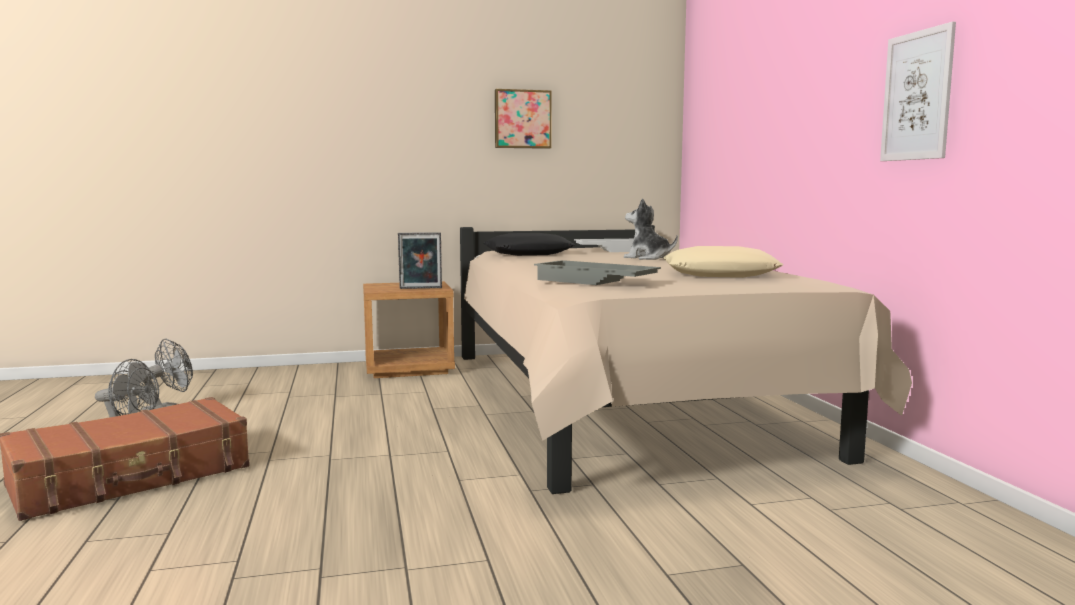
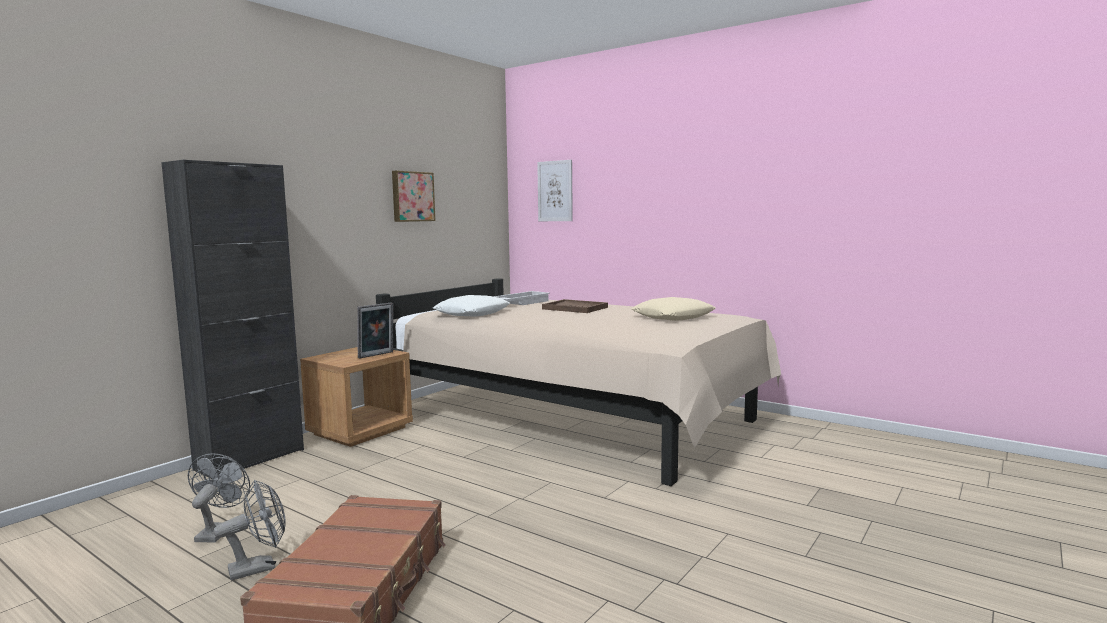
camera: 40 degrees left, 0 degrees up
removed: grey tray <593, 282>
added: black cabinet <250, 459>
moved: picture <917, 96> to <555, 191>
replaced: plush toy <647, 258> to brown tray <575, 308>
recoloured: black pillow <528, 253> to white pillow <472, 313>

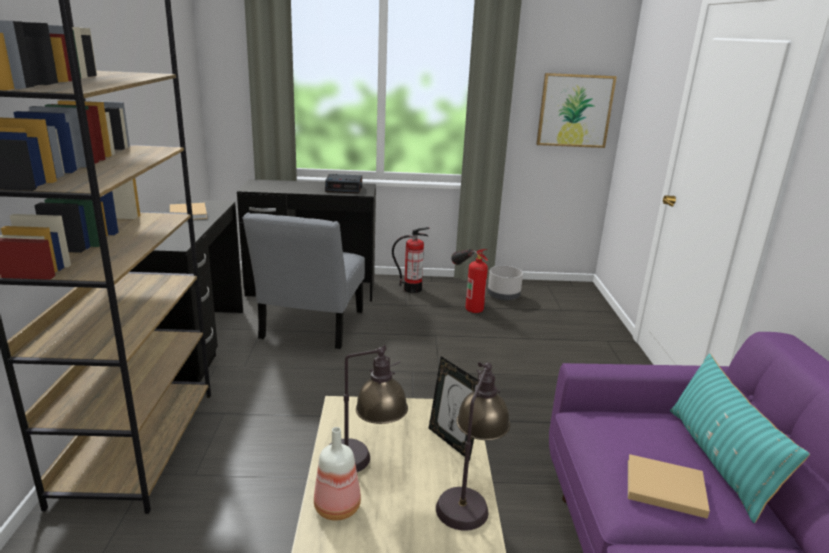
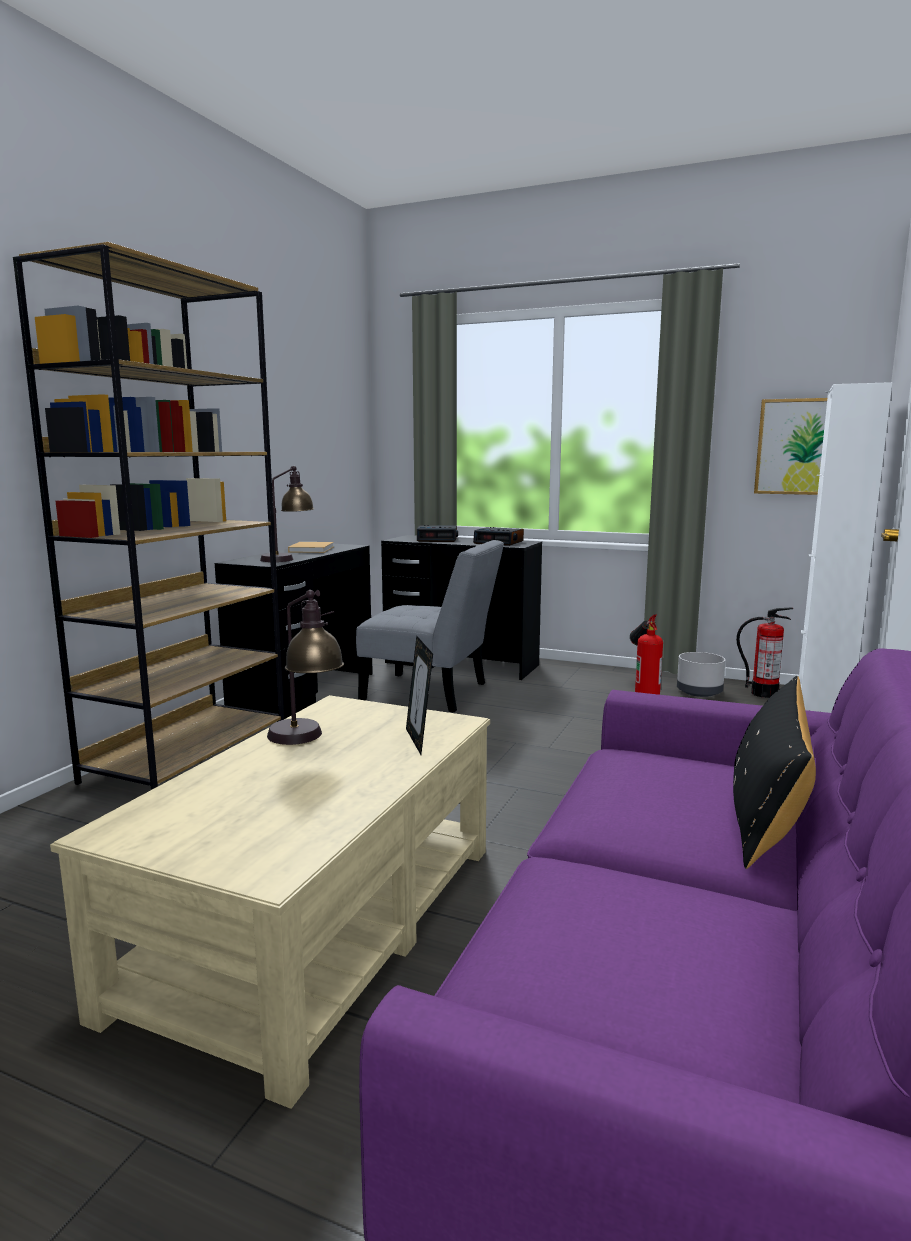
camera: 25 degrees right, 10 degrees down
removed: bottle <337, 506>; beige book <662, 487>
added: alarm clock <437, 539>; white cabinet <821, 711>
moved: fire extinguisher <412, 289> to <764, 693>; table lamp <469, 496> to <288, 558>
recoloured: turquoise pillow <718, 460> to black pillow <767, 811>
turned: grey chair <310, 327> = <431, 693> 105 degrees counterclockwise

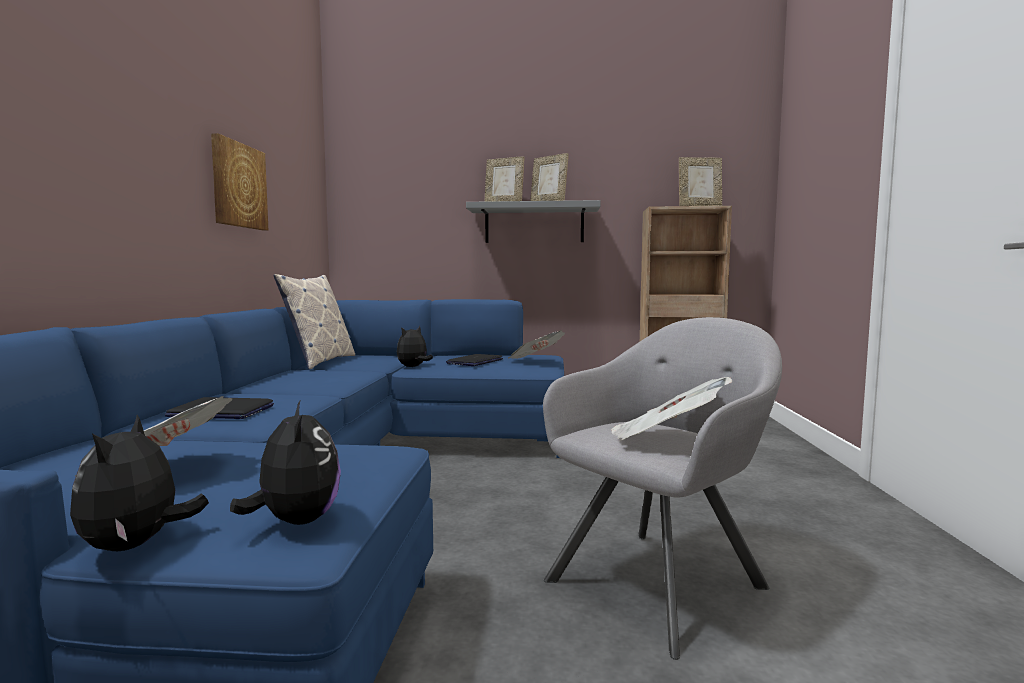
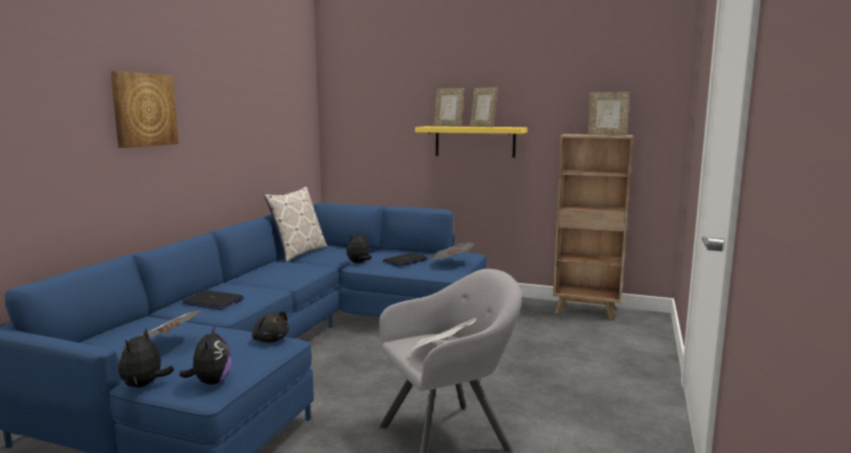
camera: 15 degrees right, 5 degrees up
added: black plush toy <270, 340>
moved: picture <238, 185> to <144, 110>
recoloured: grey shelf <534, 224> to yellow shelf <474, 141>

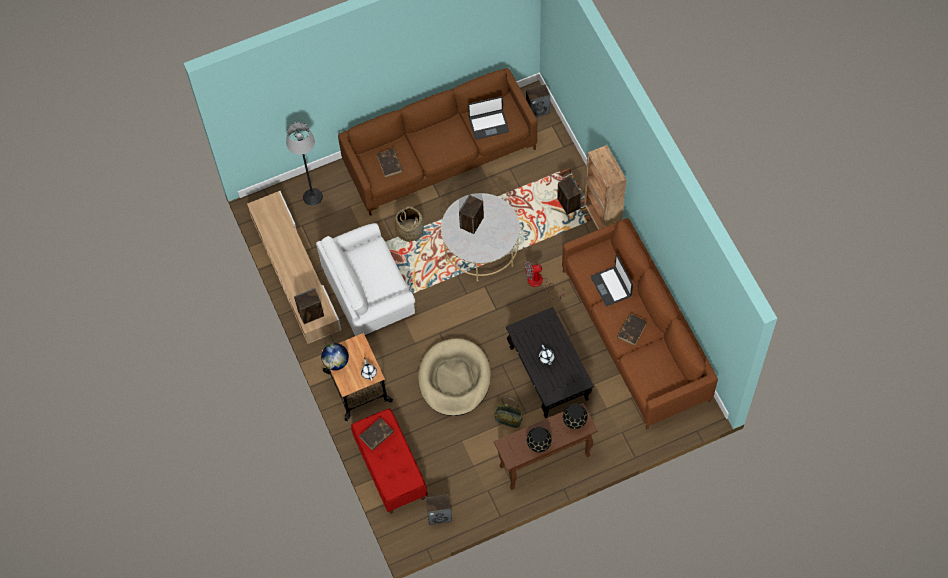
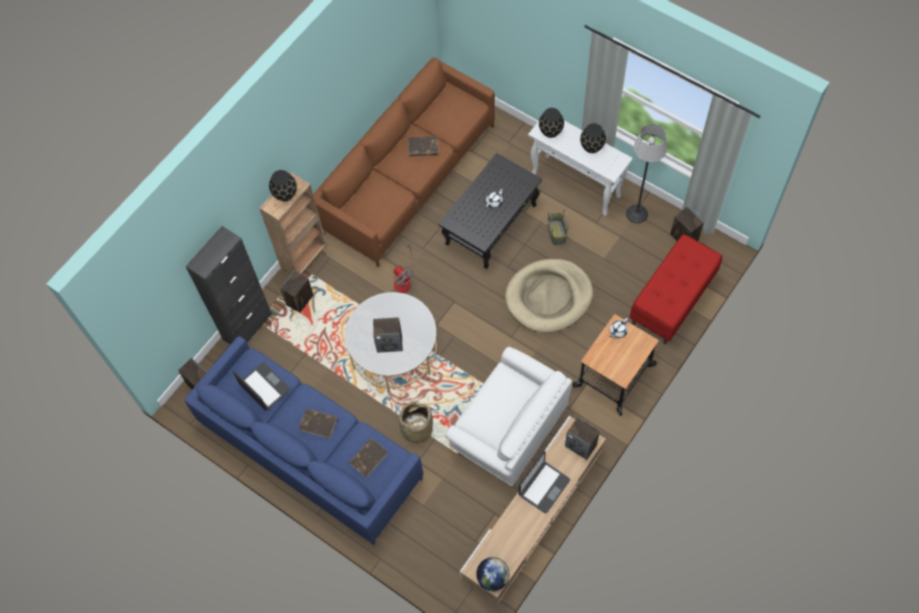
camera: 120 degrees left, 0 degrees up
added: black cabinet <247, 327>; black vase <285, 194>
moved: floor lamp <313, 197> to <636, 213>; globe <336, 362> to <493, 577>; brown book <376, 435> to <319, 424>; laptop <611, 286> to <543, 487>
recoloured: brown sofa <440, 156> to blue sofa <310, 450>; brown console table <544, 461> to white console table <576, 185>

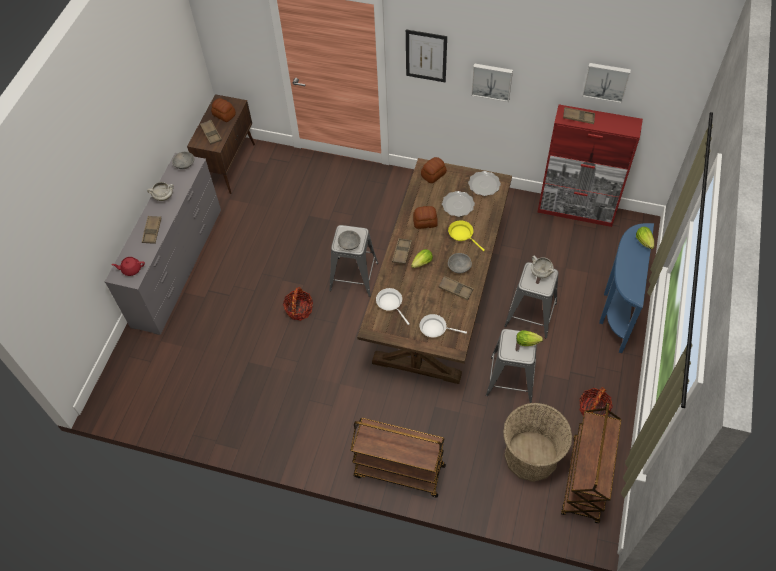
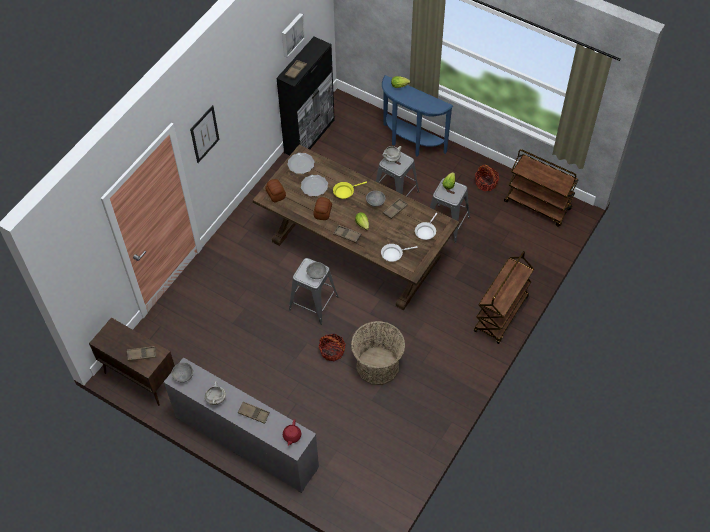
camera: 75 degrees left, 0 degrees up
removed: bread <224, 115>; picture <492, 81>
moved: basket <531, 456> to <377, 366>
recoloured: red cabinet <576, 211> to black cabinet <309, 136>

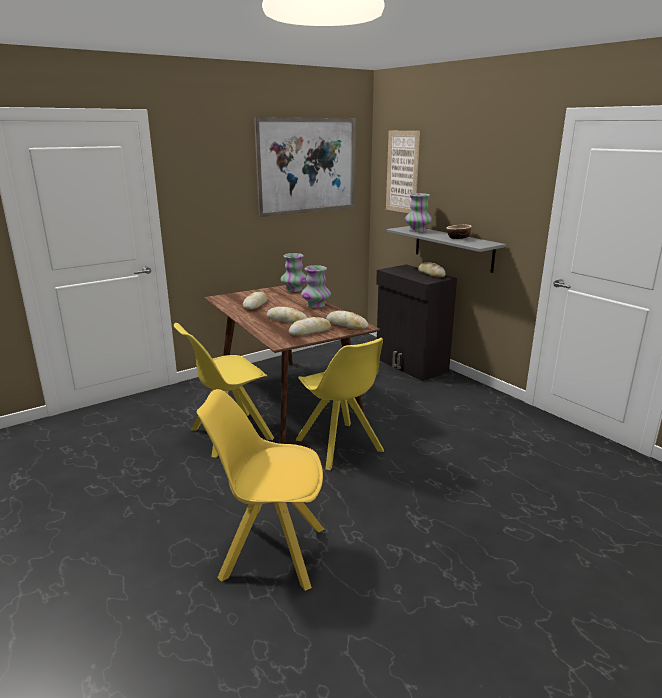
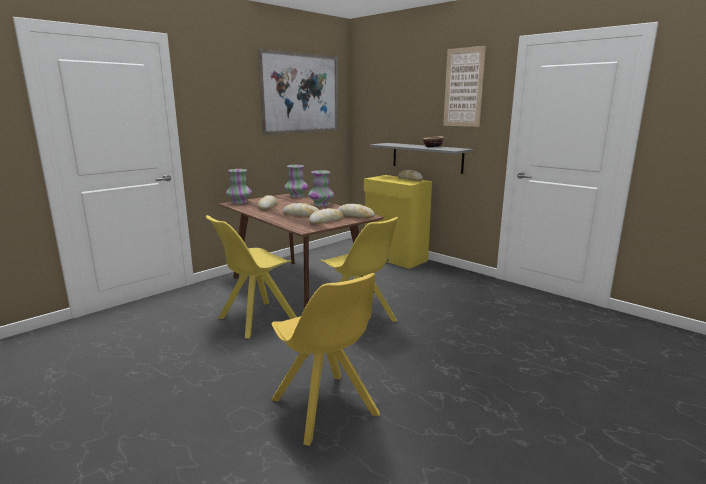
camera: 10 degrees left, 5 degrees down
moved: picture <402, 172> to <463, 87>; vase <417, 230> to <239, 202>
recoloured: black cabinet <411, 365> to yellow cabinet <395, 258>
turned: yellow chair <270, 552> = <325, 409> 120 degrees counterclockwise

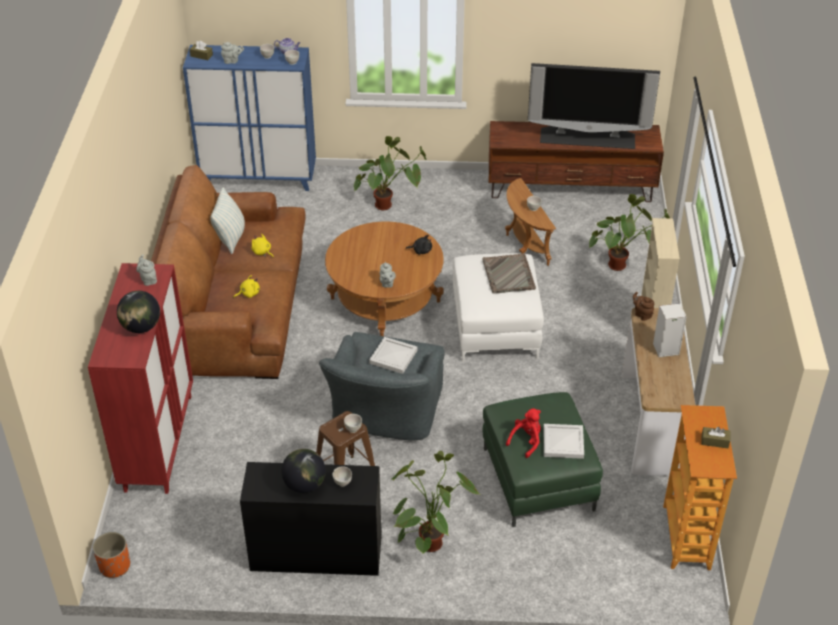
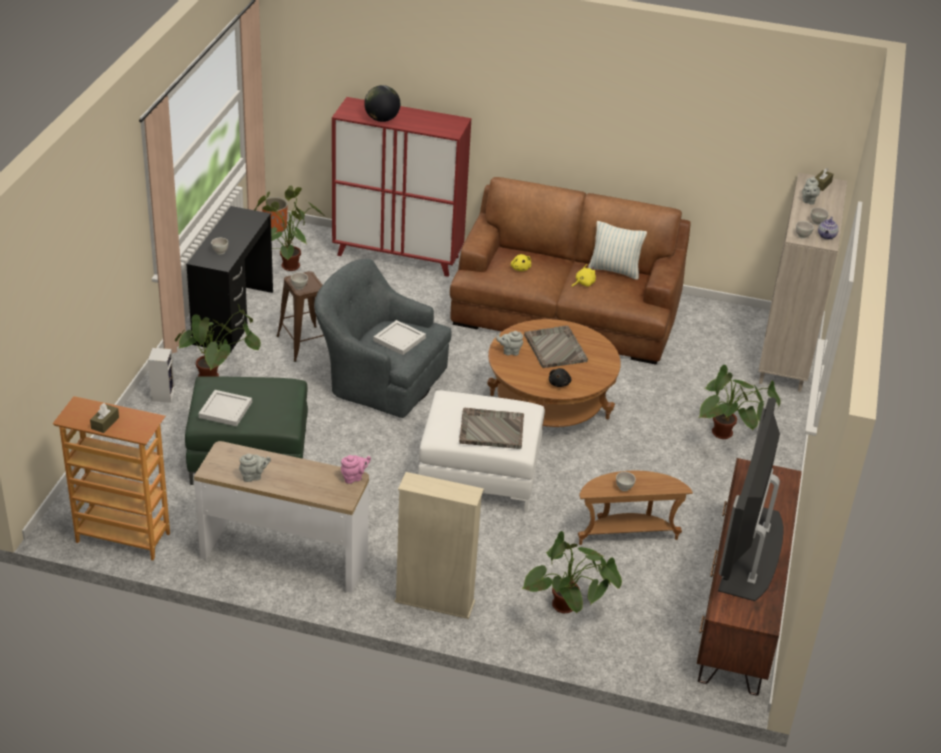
camera: 100 degrees right, 5 degrees down
removed: globe <304, 485>; red plush toy <526, 441>
added: potted plant <287, 261>; grey tray <555, 348>
moved: grey teapot <148, 279> to <254, 476>; speaker <665, 350> to <163, 394>
recoloured: blue cabinet <259, 179> to beige cabinet <786, 352>; brown teapot <642, 314> to pink teapot <354, 477>

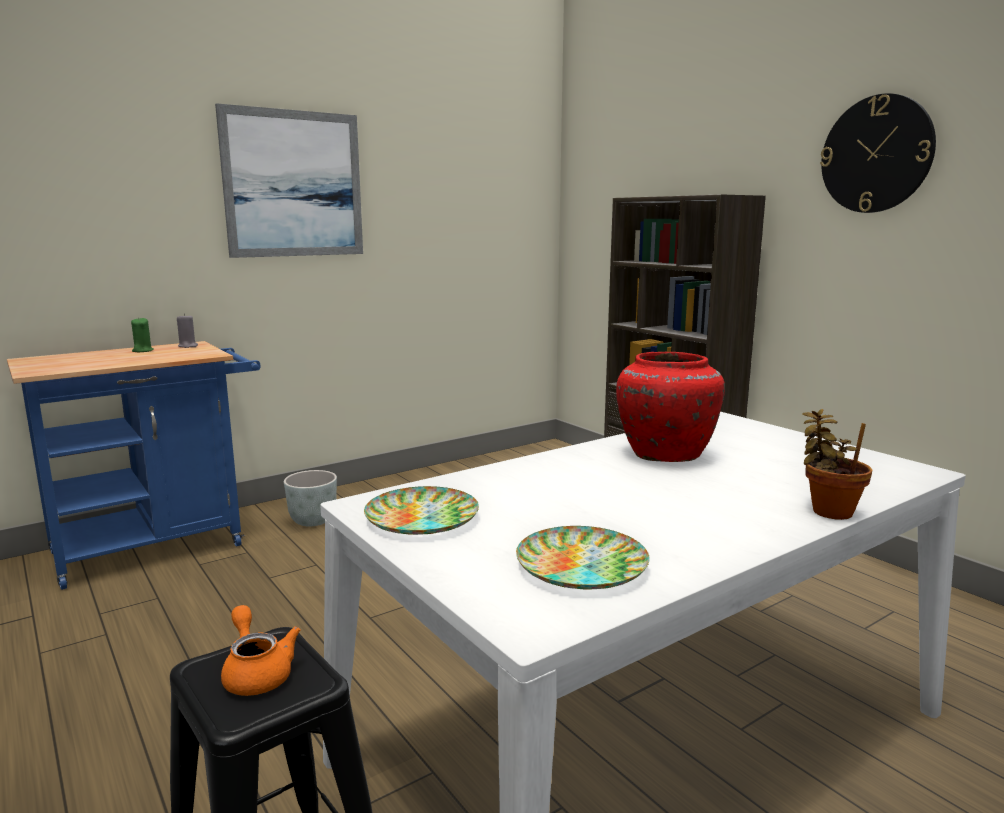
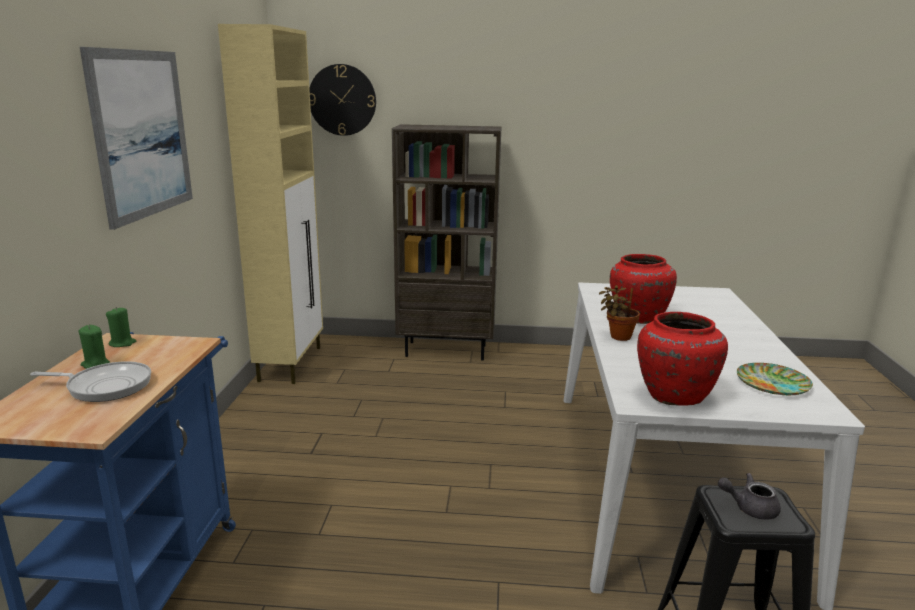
camera: 50 degrees left, 5 degrees up
removed: grey planter <312, 521>
added: frying pan <105, 386>; beige cabinet <291, 363>
moved: potted plant <828, 510> to <618, 336>; wall clock <876, 154> to <342, 100>
replaced: plate <423, 518> to red vase <675, 395>
recoloured: grey candle <188, 346> to green candle <122, 343>; orange teapot <257, 673> to grey teapot <749, 508>

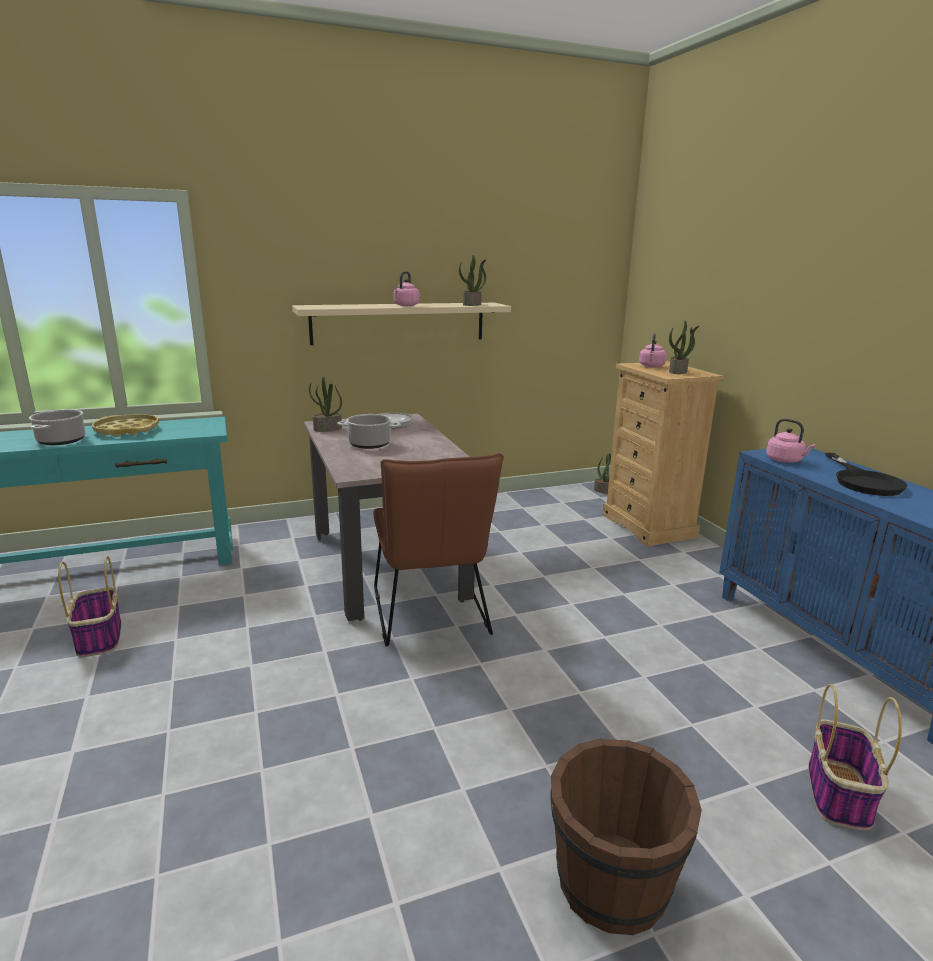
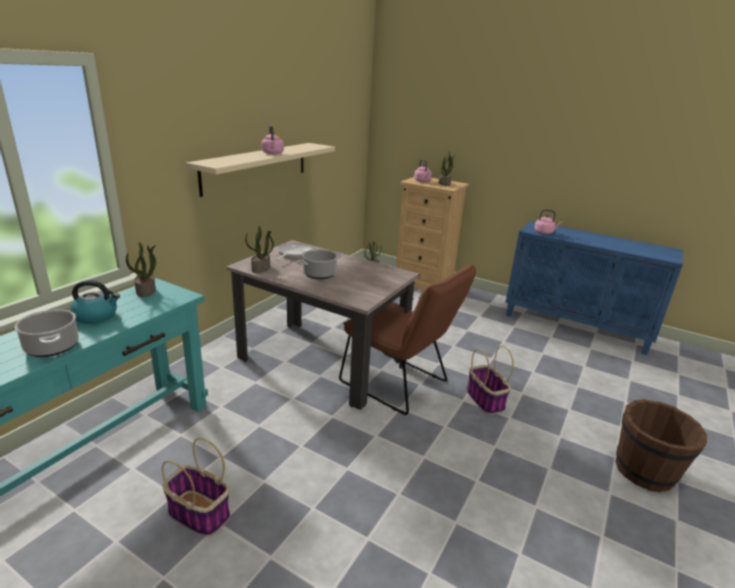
camera: 40 degrees left, 5 degrees up
removed: black frying pan <863, 481>
moved: potted plant <472, 304> to <146, 291>; basket <839, 795> to <486, 400>
replaced: yellow tray <127, 430> to kettle <96, 316>

